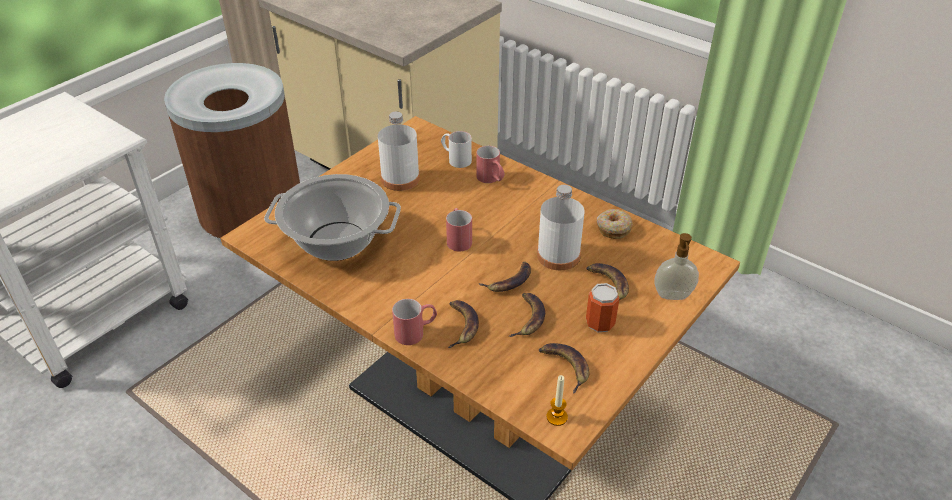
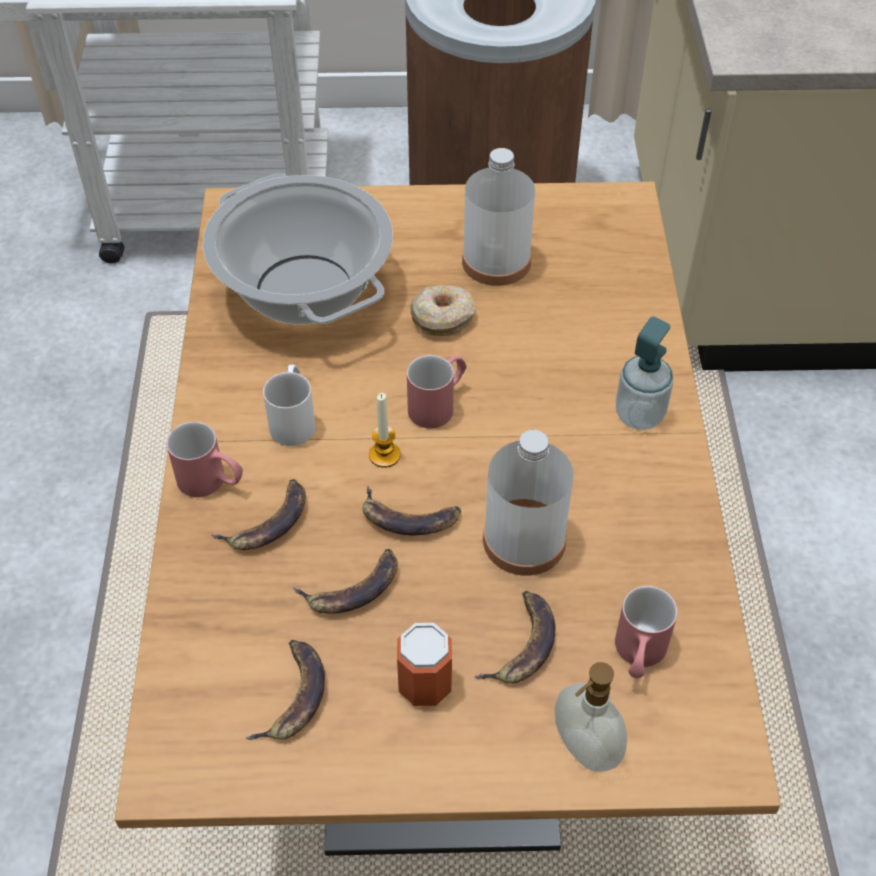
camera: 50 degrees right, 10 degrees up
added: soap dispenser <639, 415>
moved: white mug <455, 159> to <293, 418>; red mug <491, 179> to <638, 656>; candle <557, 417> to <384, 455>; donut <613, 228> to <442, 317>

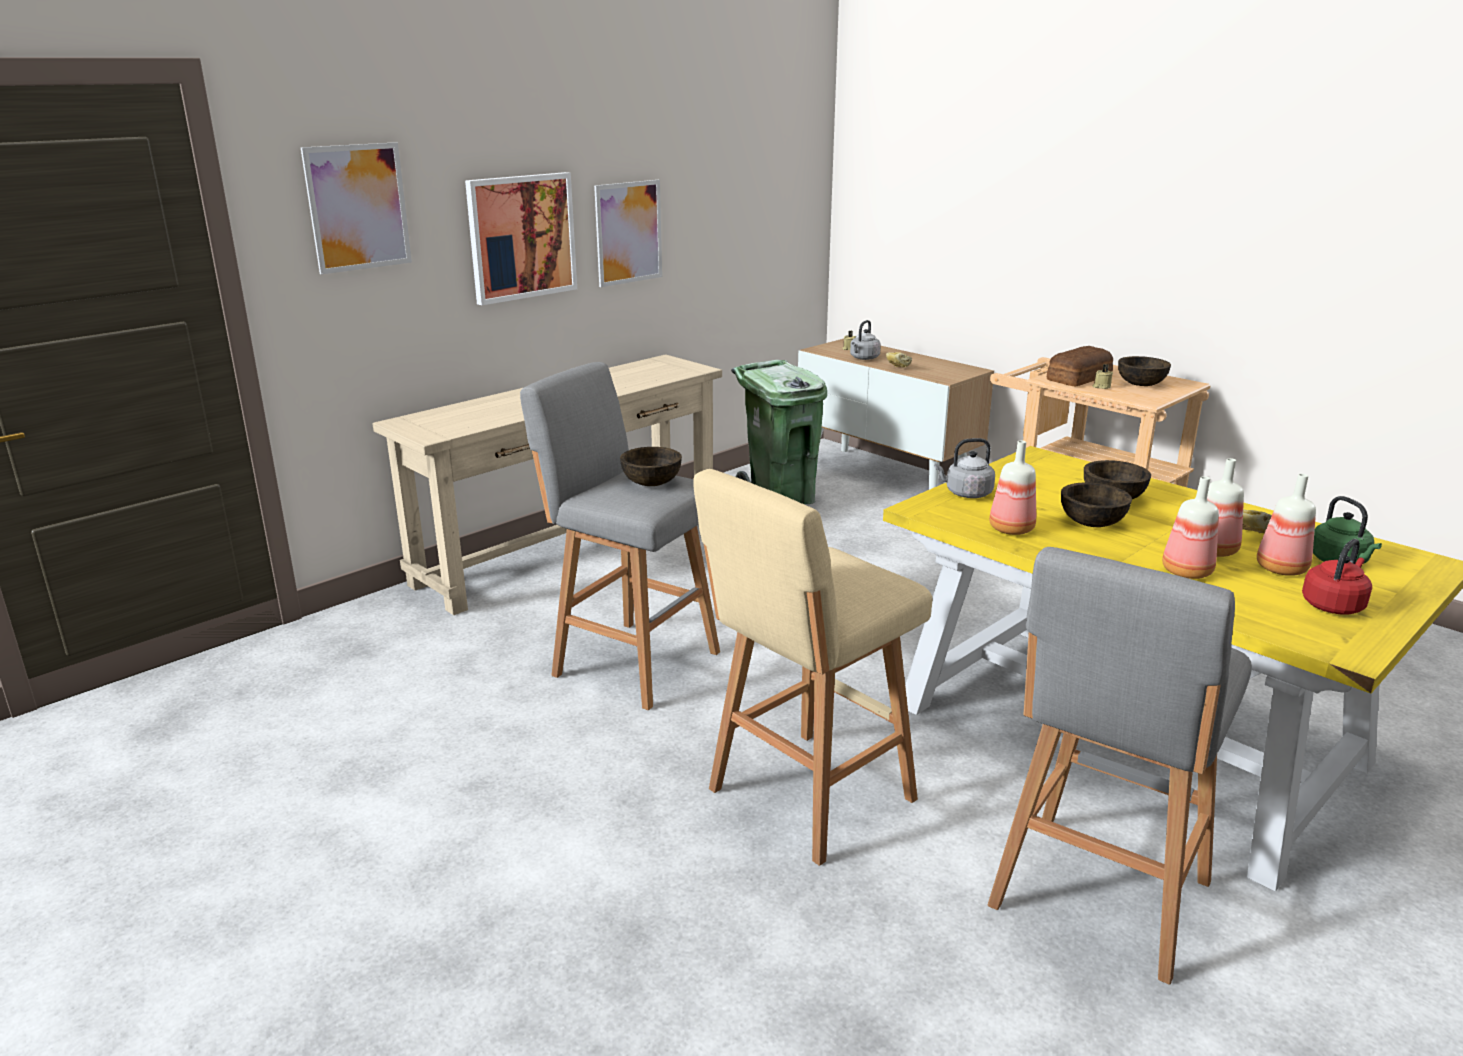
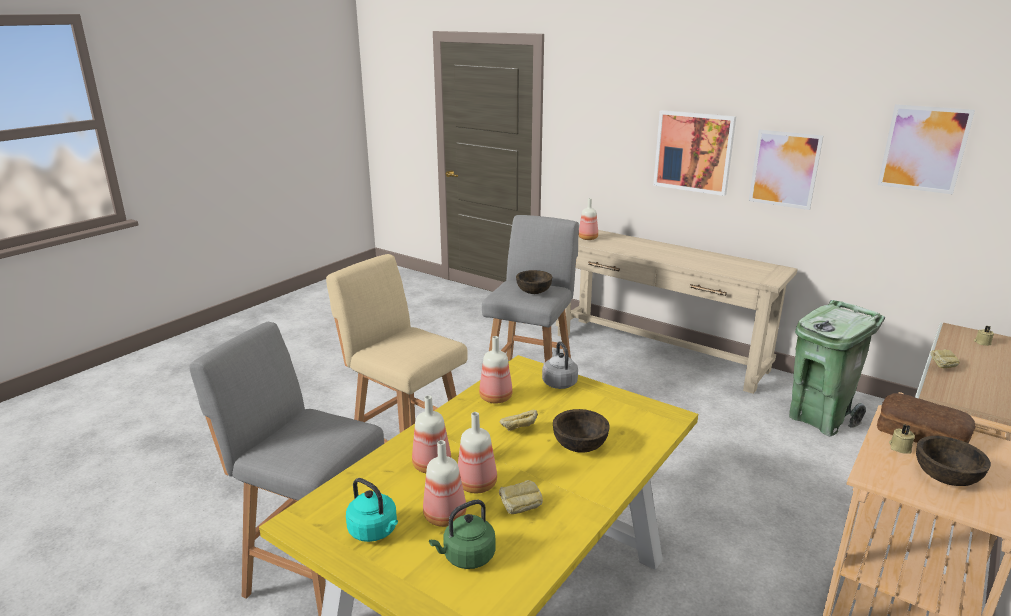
camera: 80 degrees right, 0 degrees up
removed: grey kettle <863, 358>
added: bottle <588, 238>
moved: picture <358, 207> to <924, 149>
replaced: brown bowl <1091, 523> to bread <519, 431>
recoloured: red kettle <1333, 605> to turquoise kettle <375, 531>

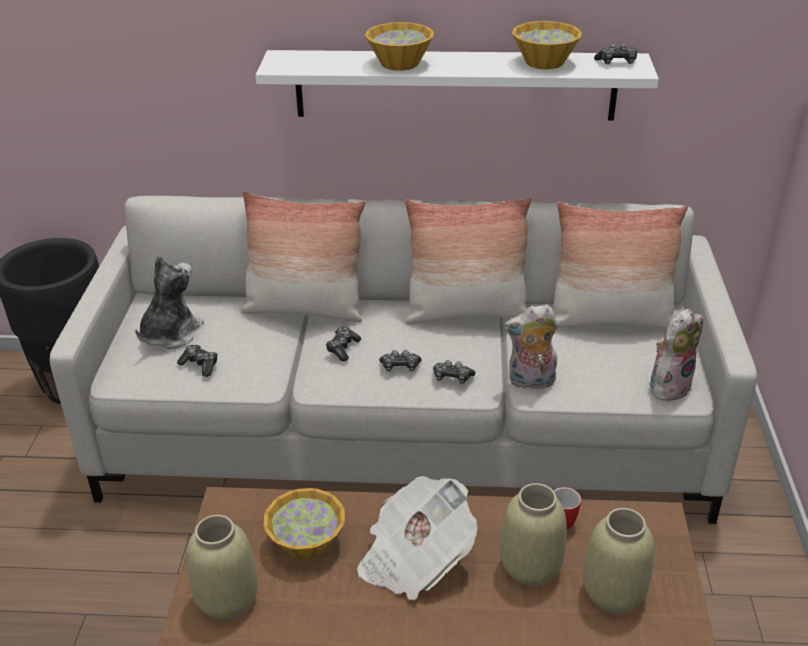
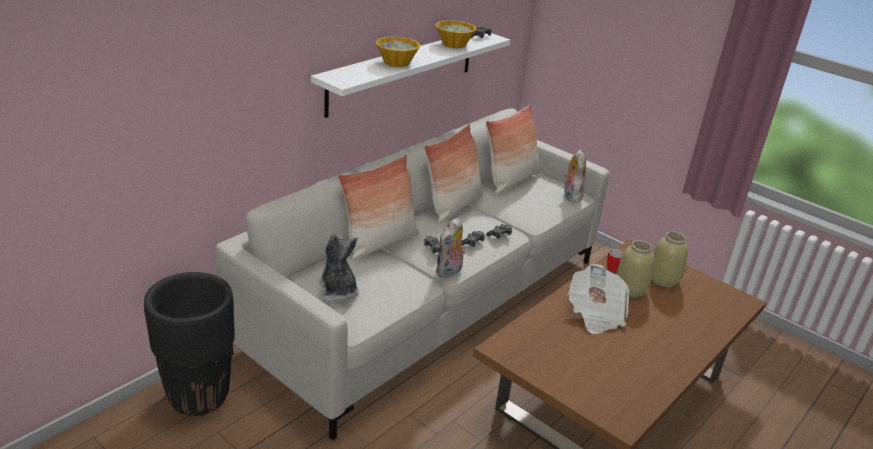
camera: 55 degrees left, 5 degrees down
removed: game controller <200, 365>; beige vase <228, 598>; bowl <306, 541>
moved: plush toy <530, 382> to <449, 272>

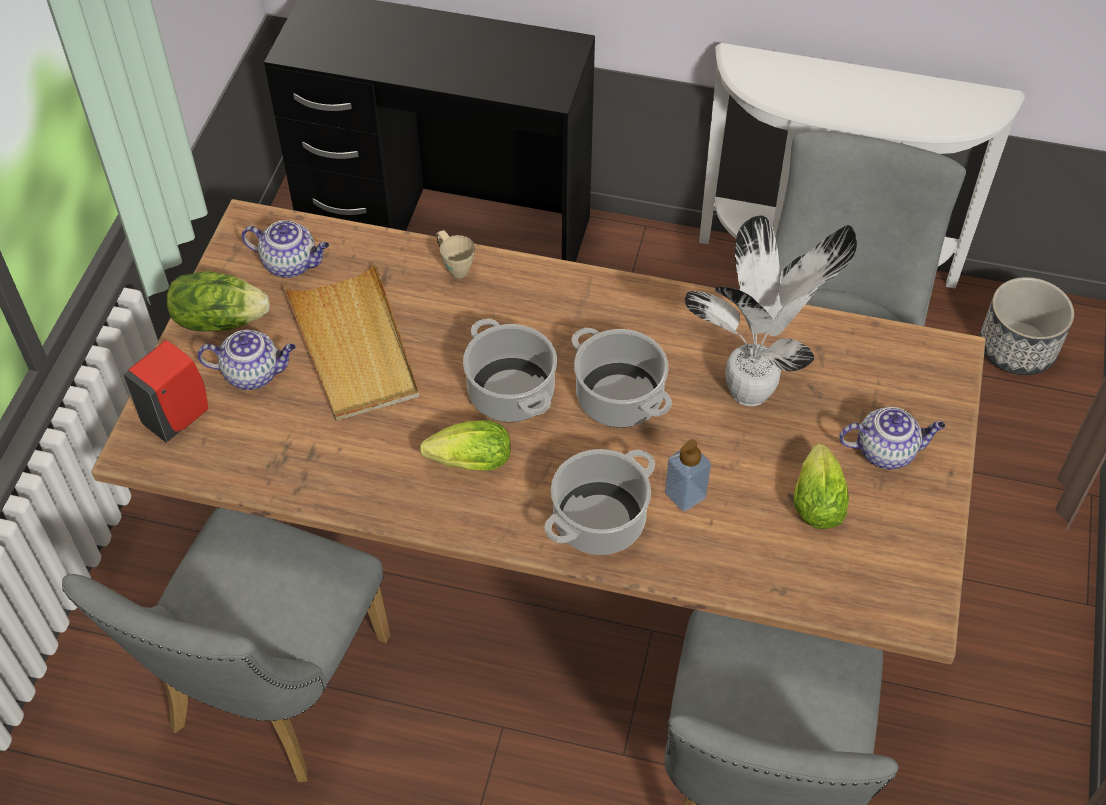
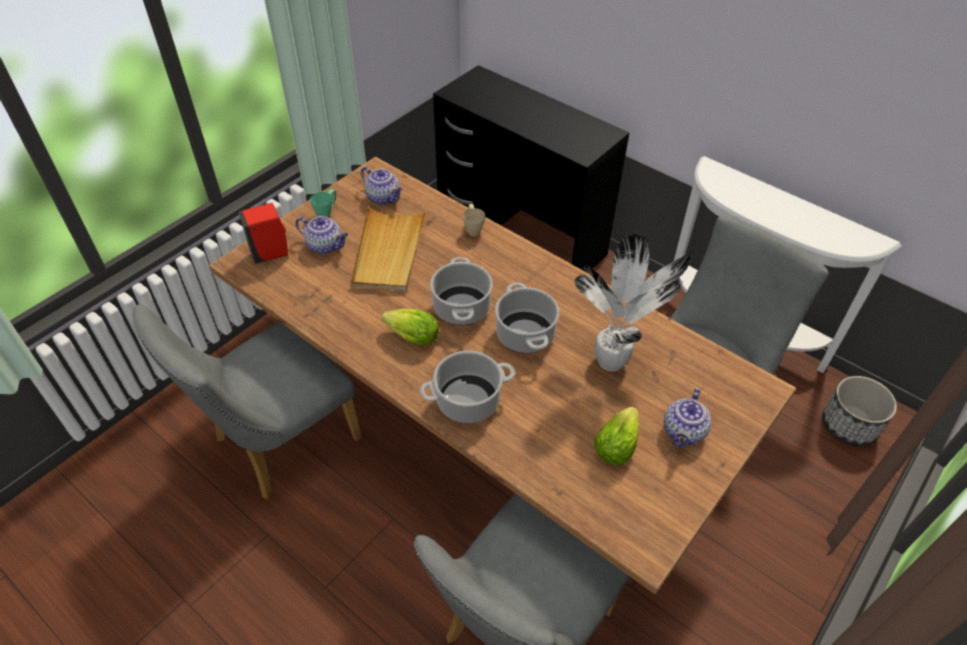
camera: 25 degrees right, 5 degrees down
removed: soap dispenser <685, 495>
replaced: lettuce <219, 319> to green mug <327, 213>
turned: teapot <886, 451> = <683, 432> 90 degrees clockwise

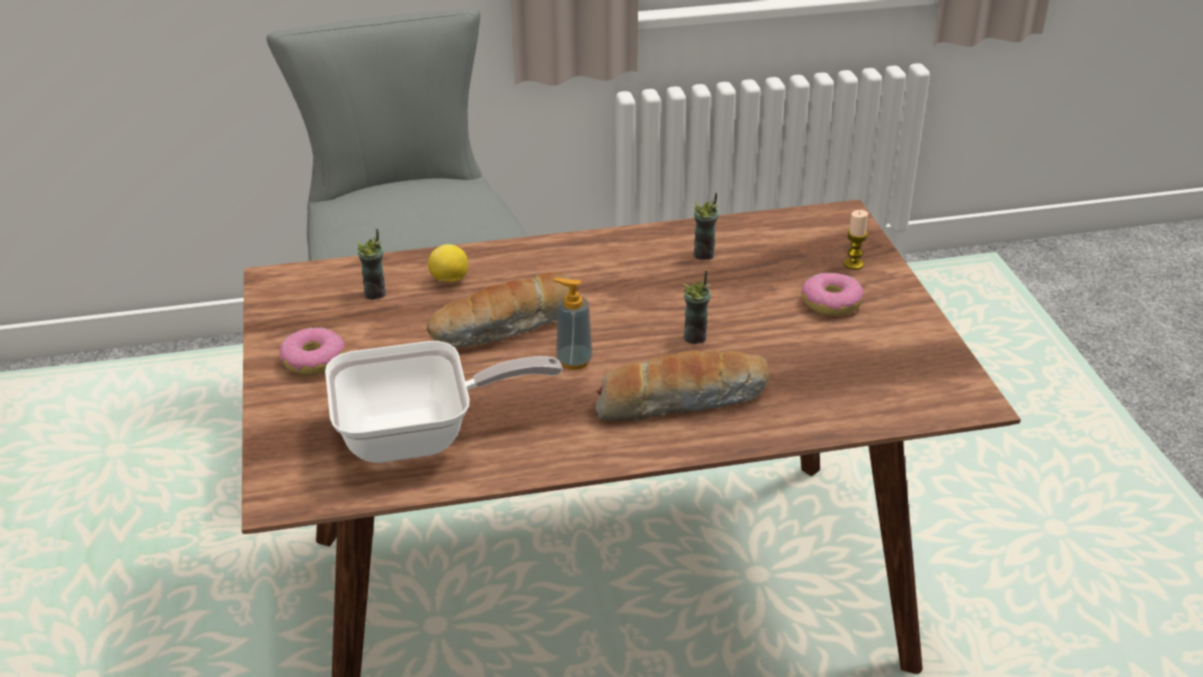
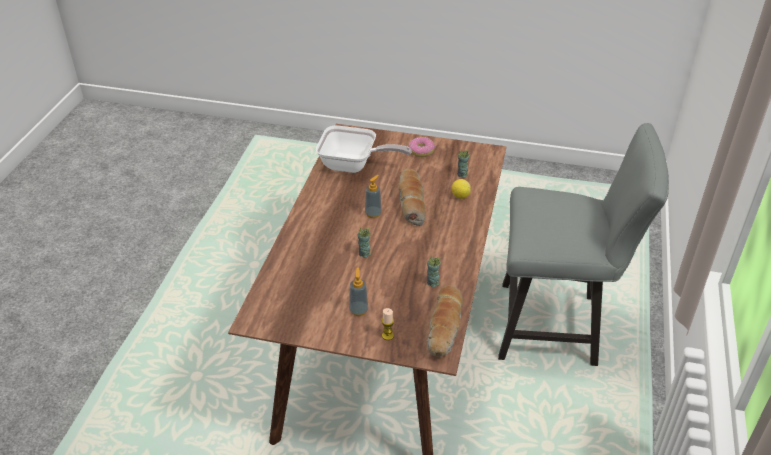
camera: 115 degrees right, 5 degrees up
moved: bread <681, 400> to <445, 328>
replaced: donut <831, 303> to soap dispenser <358, 310>
turned: frying pan <421, 437> = <354, 165> 90 degrees counterclockwise

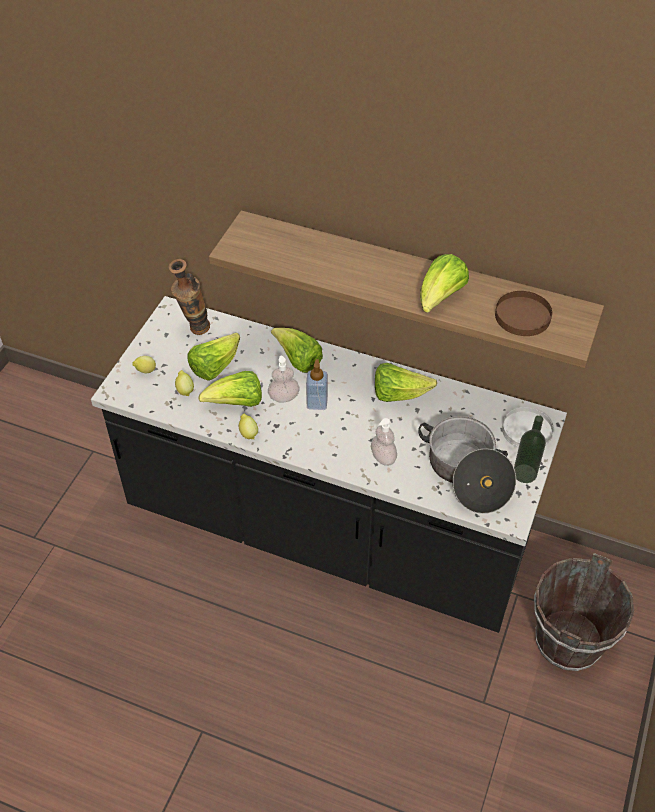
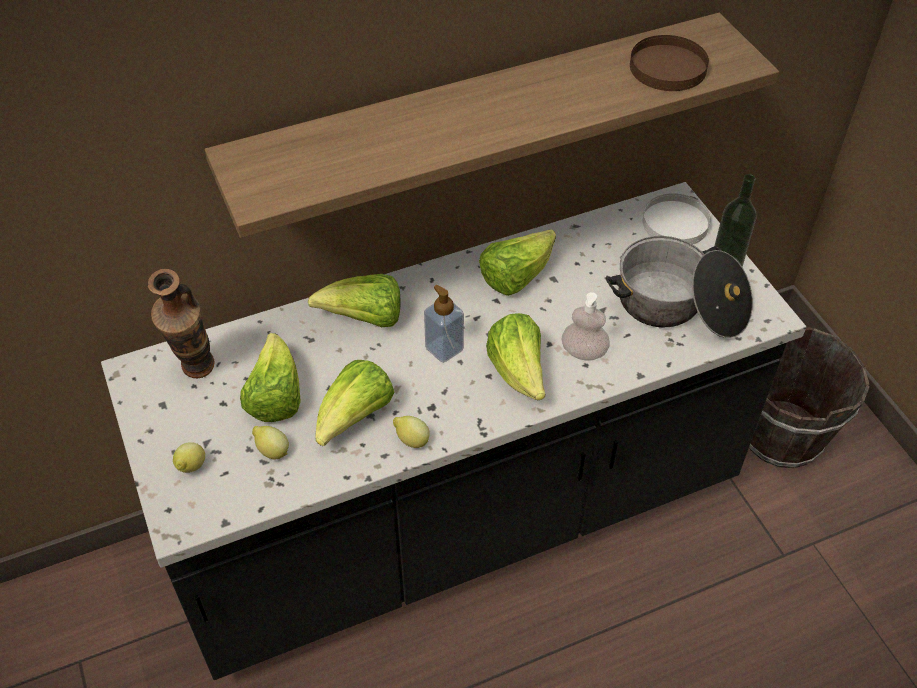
camera: 45 degrees left, 0 degrees up
removed: soap dispenser <284, 397>
moved: lettuce <440, 298> to <518, 372>

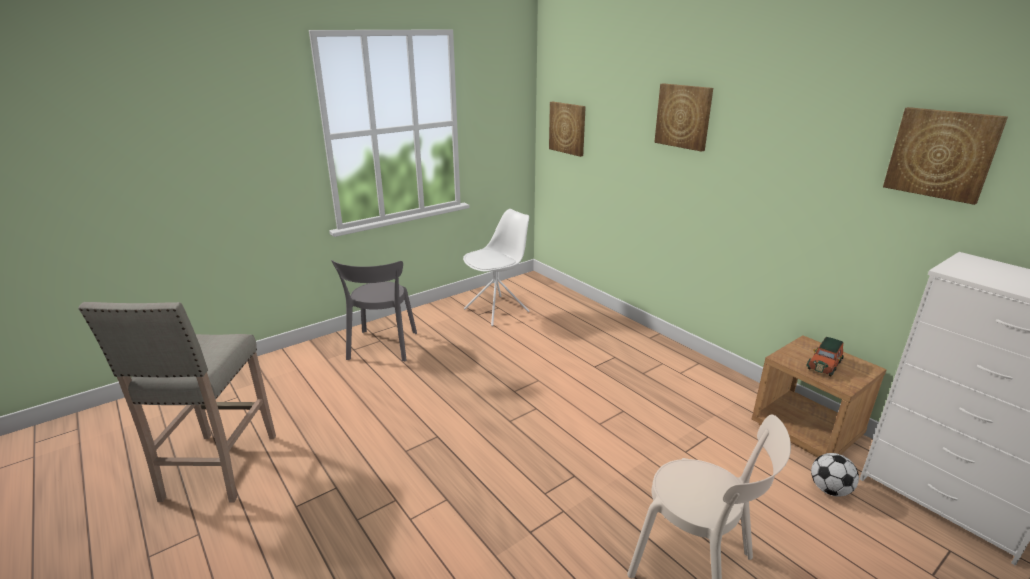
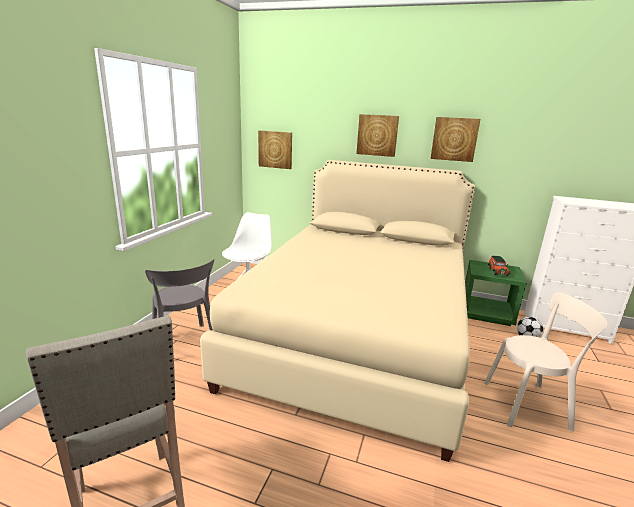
camera: 35 degrees left, 5 degrees down
added: beige bed <357, 335>
moved: picture <941, 154> to <454, 139>
recoloured: brown nightstand <807, 430> to green nightstand <486, 313>

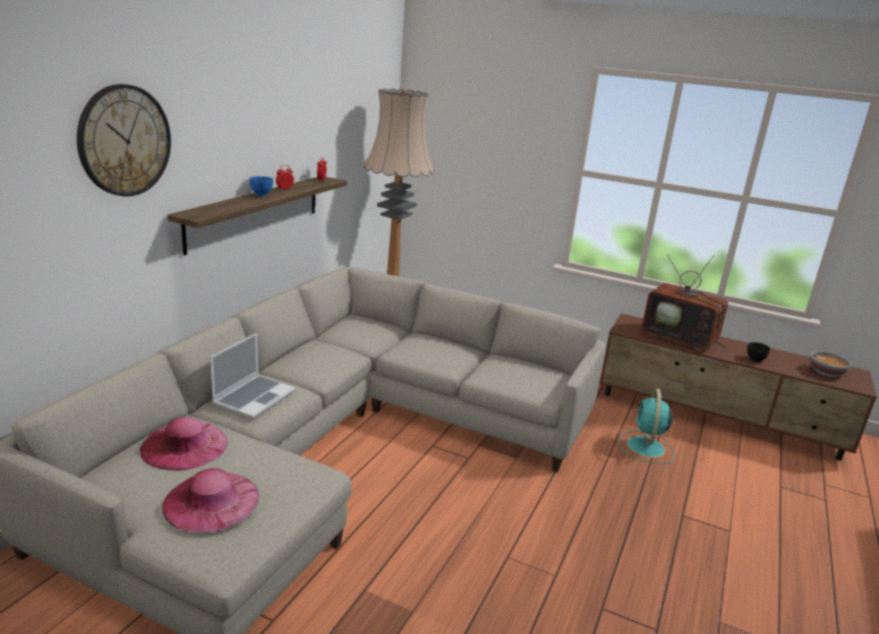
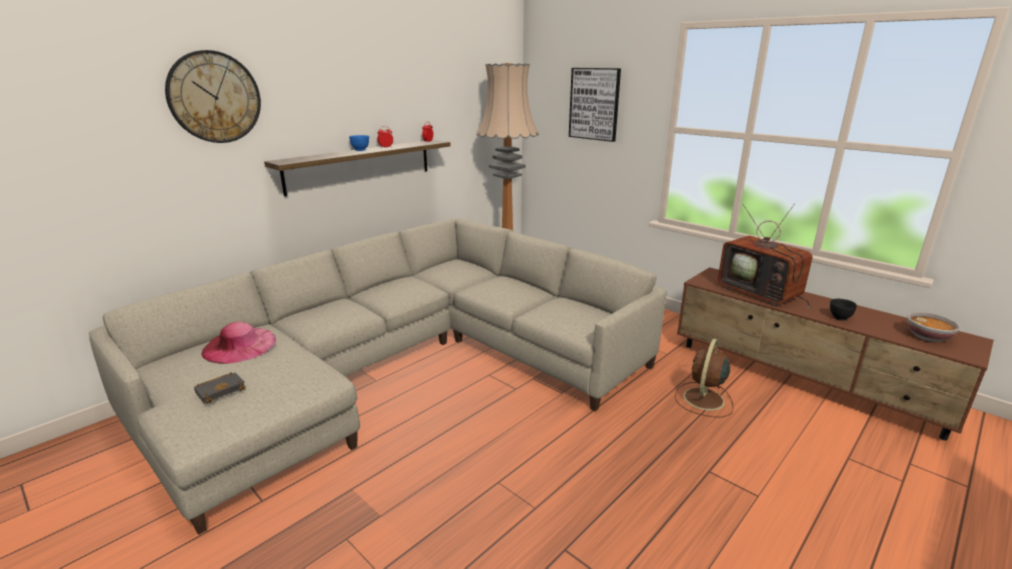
camera: 20 degrees right, 0 degrees up
removed: laptop <254, 397>
added: picture <594, 104>
replaced: pink hat <211, 501> to black book <221, 389>
recoloured: turquoise fan <646, 448> to brown fan <703, 400>

